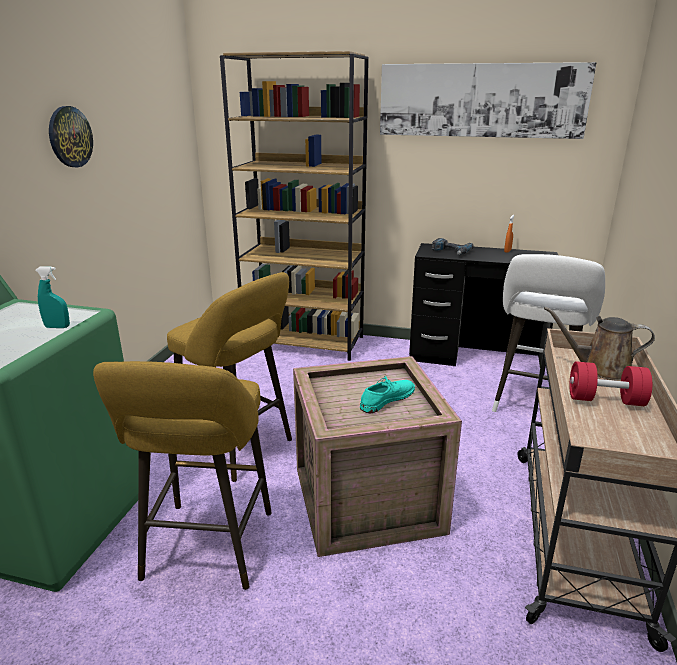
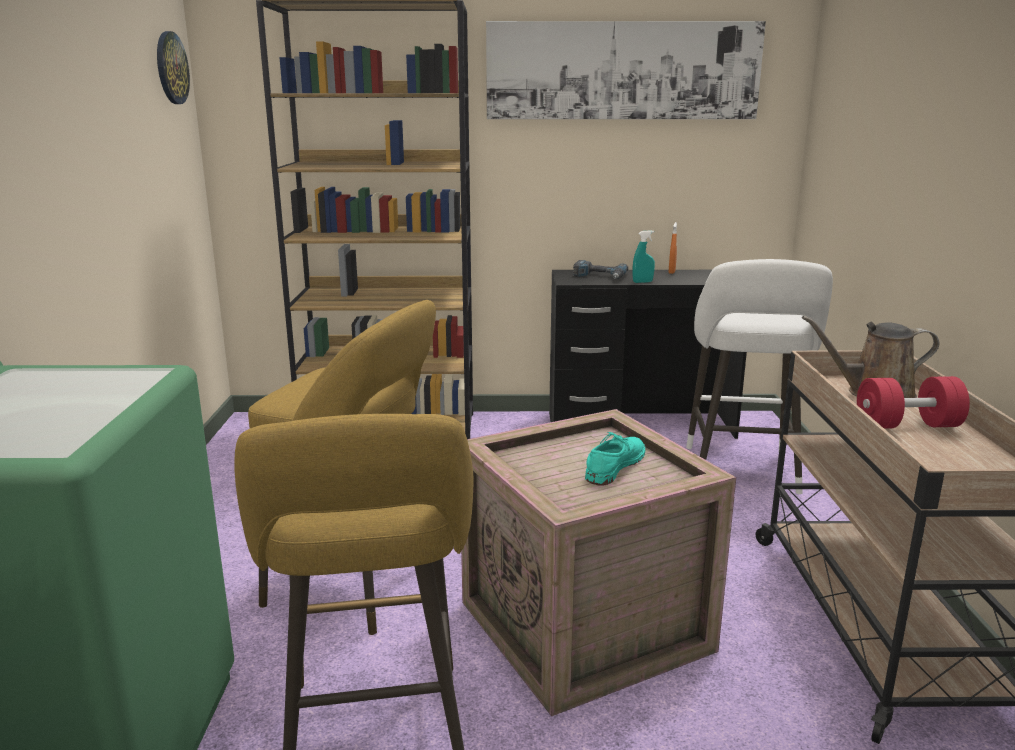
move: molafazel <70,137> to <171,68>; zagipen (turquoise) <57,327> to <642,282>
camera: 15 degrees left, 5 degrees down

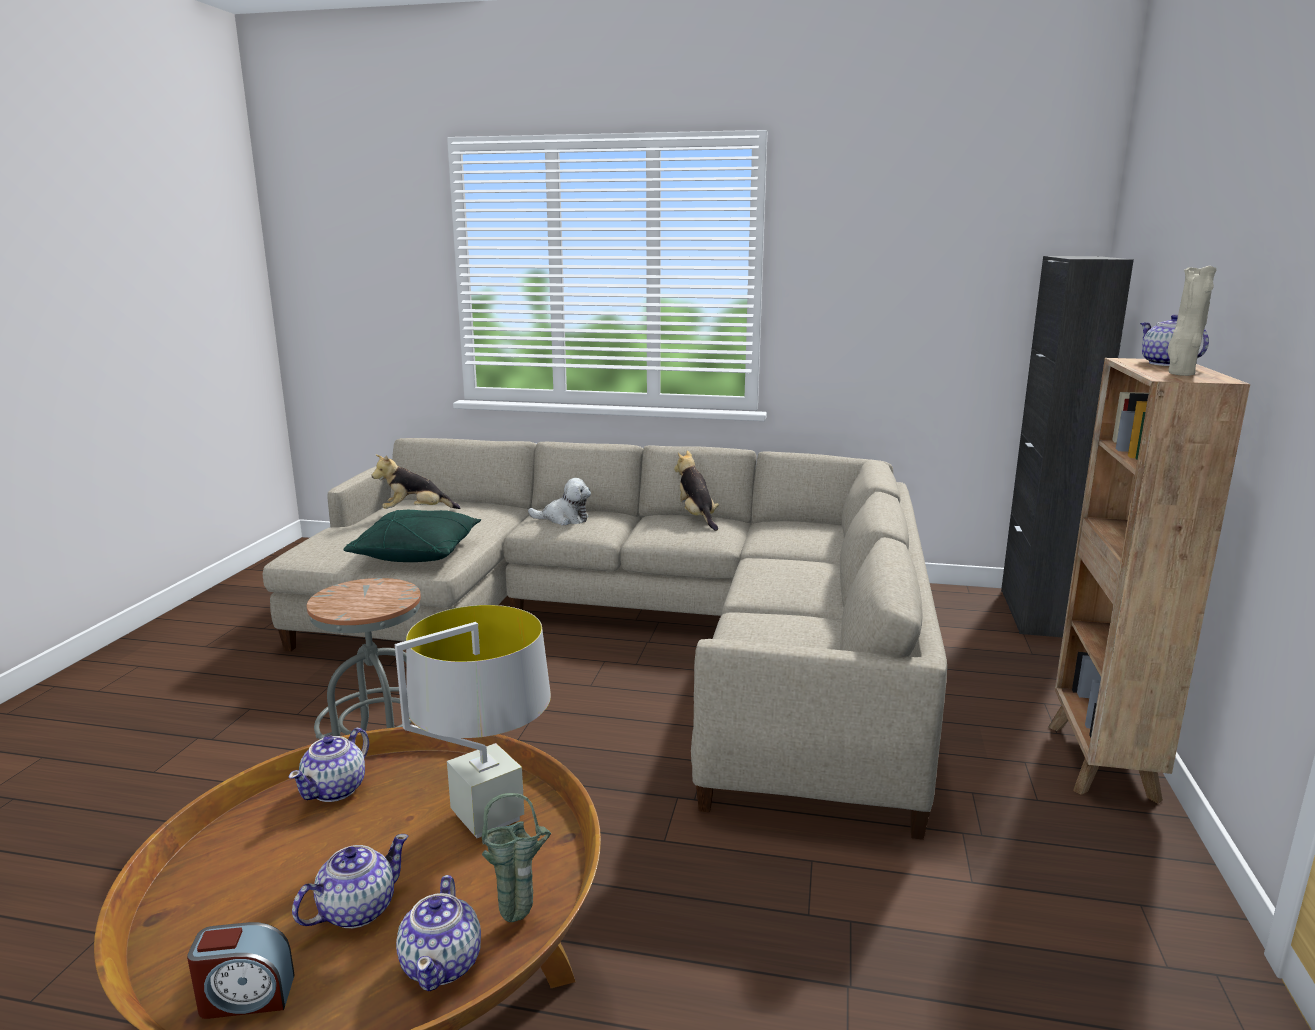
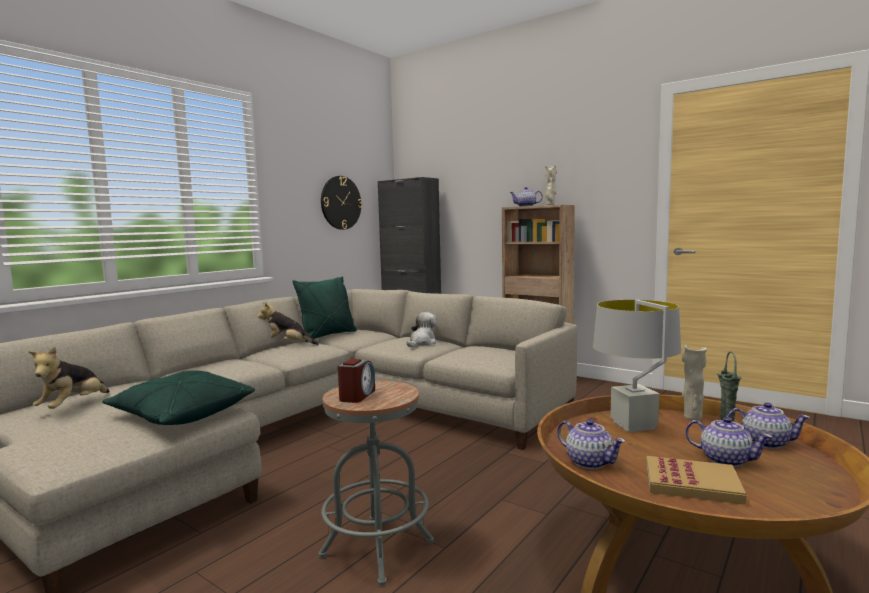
insert: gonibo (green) <327,335>; molafazel <340,203>; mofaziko <692,483>; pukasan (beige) <692,417>
move: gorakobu <246,997> to <357,396>; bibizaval <564,519> to <422,343>
rotate: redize <356,910> = <725,460> 150 degrees clockwise
camera: 65 degrees left, 10 degrees down

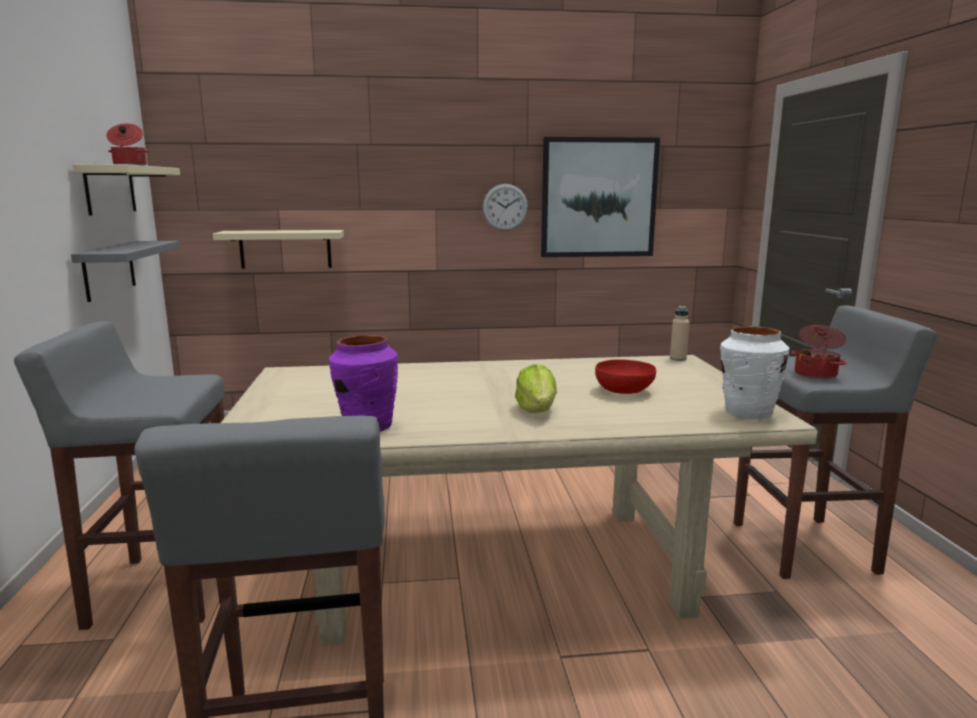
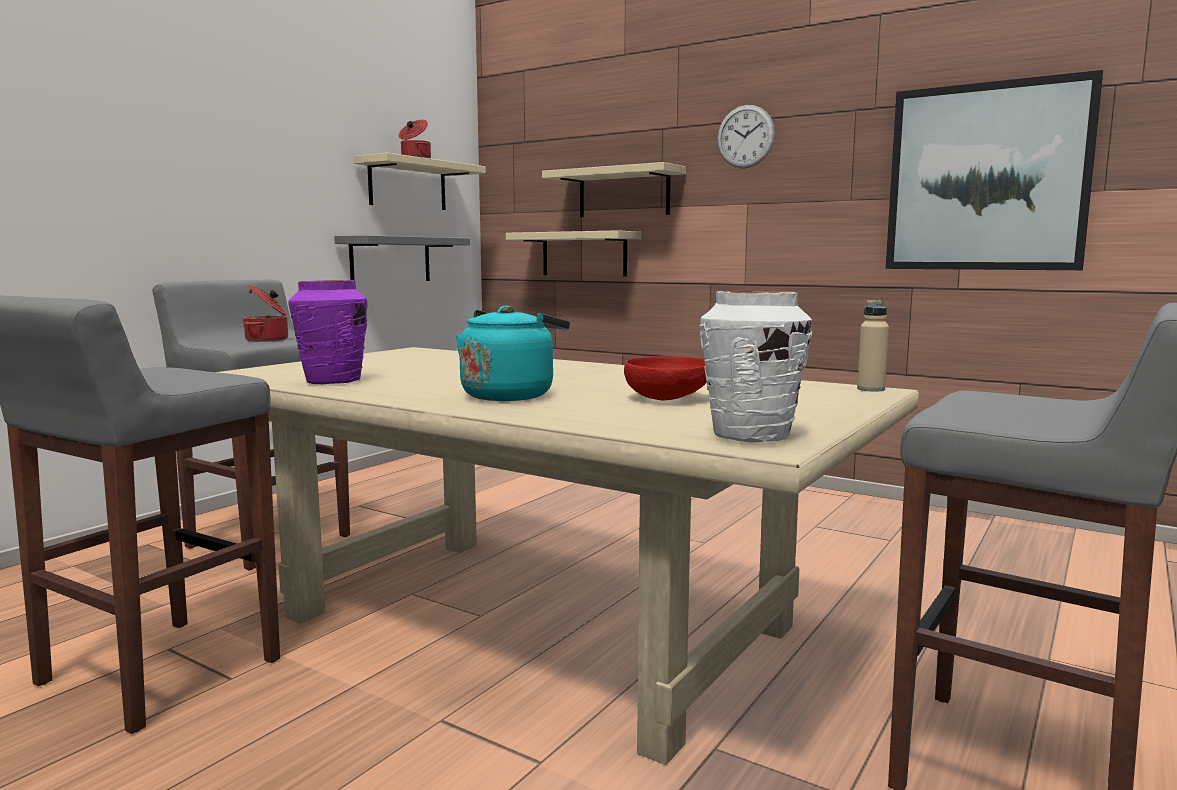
insert: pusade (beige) <623,193>
move: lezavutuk <816,374> to <268,340>; molafazel <505,207> to <745,136>
replace: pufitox <537,410> to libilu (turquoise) <510,395>
camera: 40 degrees right, 5 degrees down

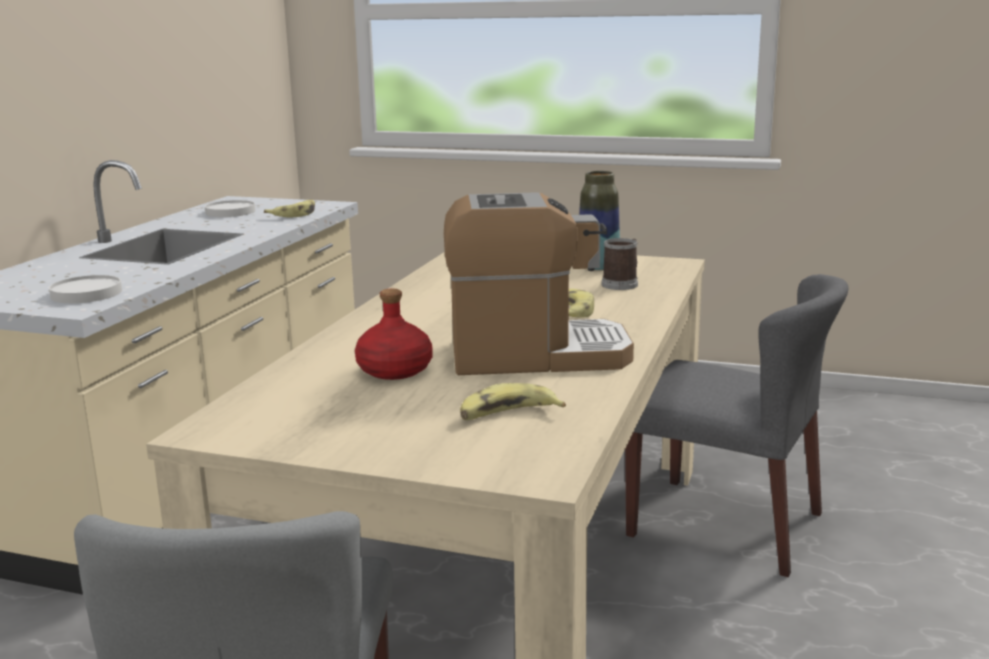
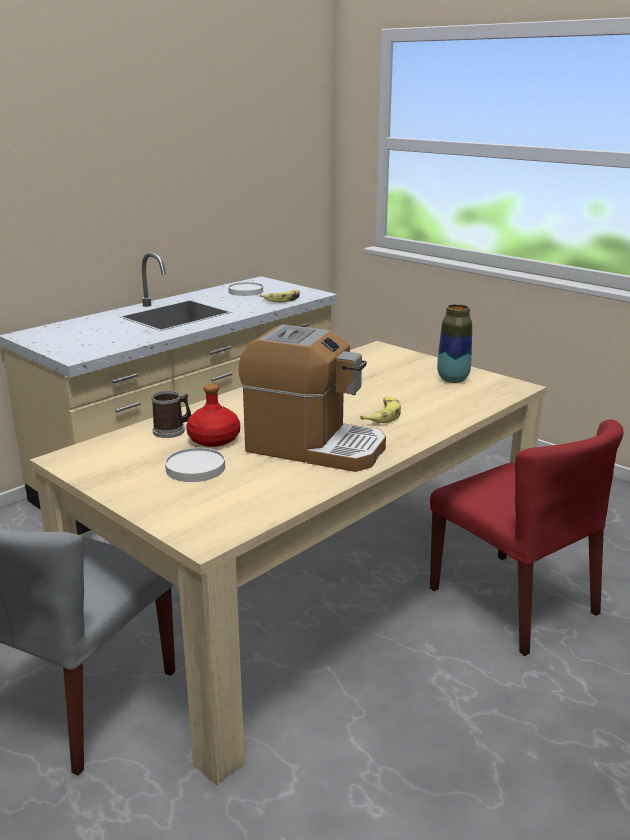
delete: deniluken <508,415>
move: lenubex <622,284> to <172,431>; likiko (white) <87,293> to <196,468>
recolor: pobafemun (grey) <727,524> to pobafemun (red) <513,601>
camera: 25 degrees right, 5 degrees up

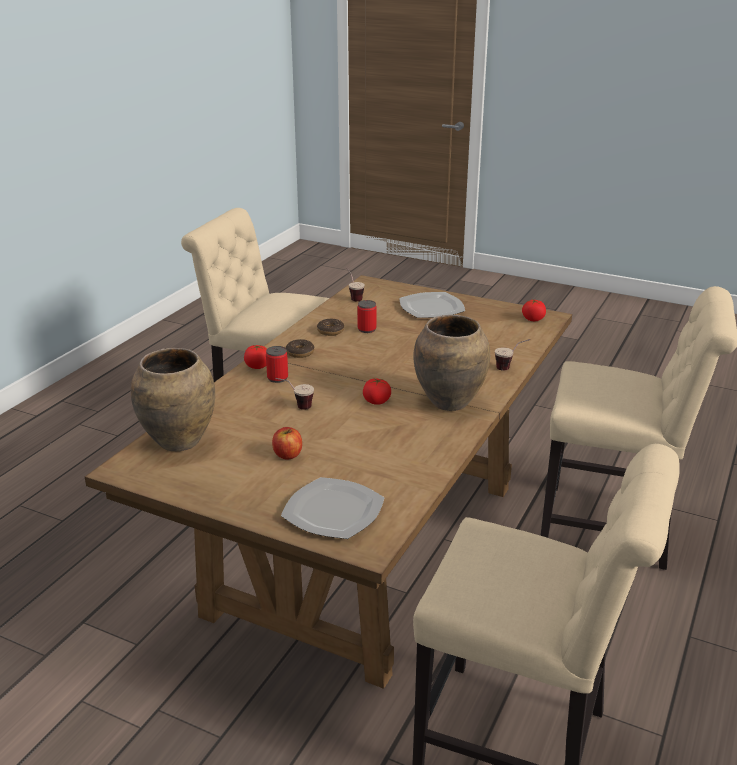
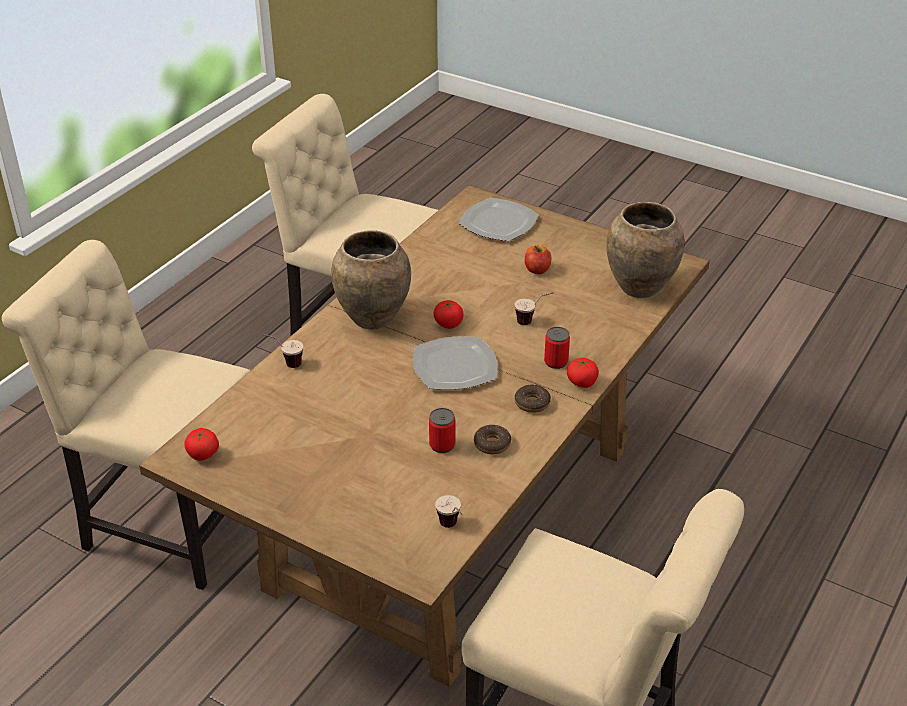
move: likiko <430,308> to <456,366>
camera: 175 degrees left, 10 degrees up

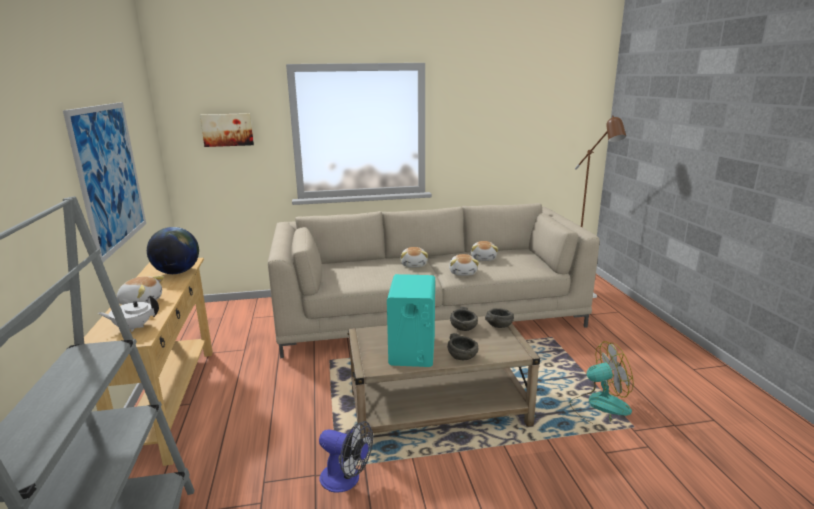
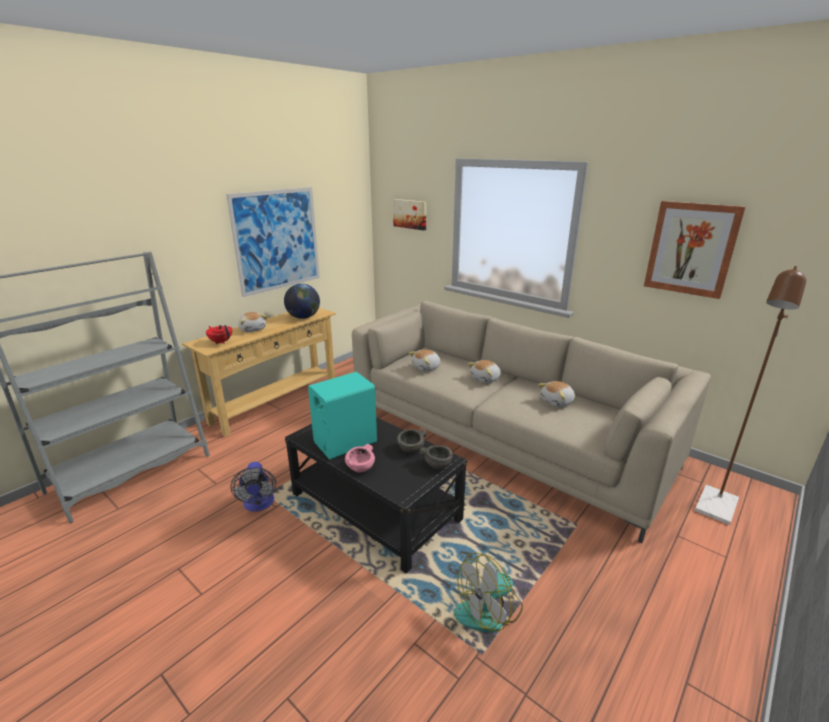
insert: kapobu <691,249>
move: bibizaval <463,273> to <426,368>
recolor: redize (white) <133,327> to redize (red) <221,342>; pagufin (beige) <438,408> to pagufin (black) <375,506>; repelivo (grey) <462,356> to repelivo (pink) <361,468>
rotate: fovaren <599,406> = <489,611> 105 degrees clockwise
camera: 50 degrees right, 5 degrees up

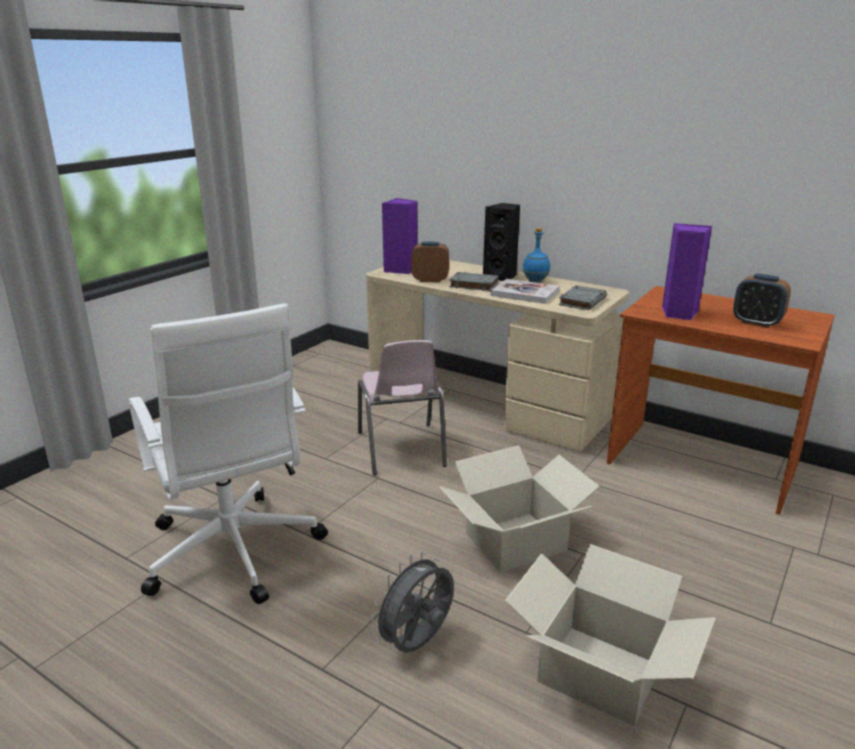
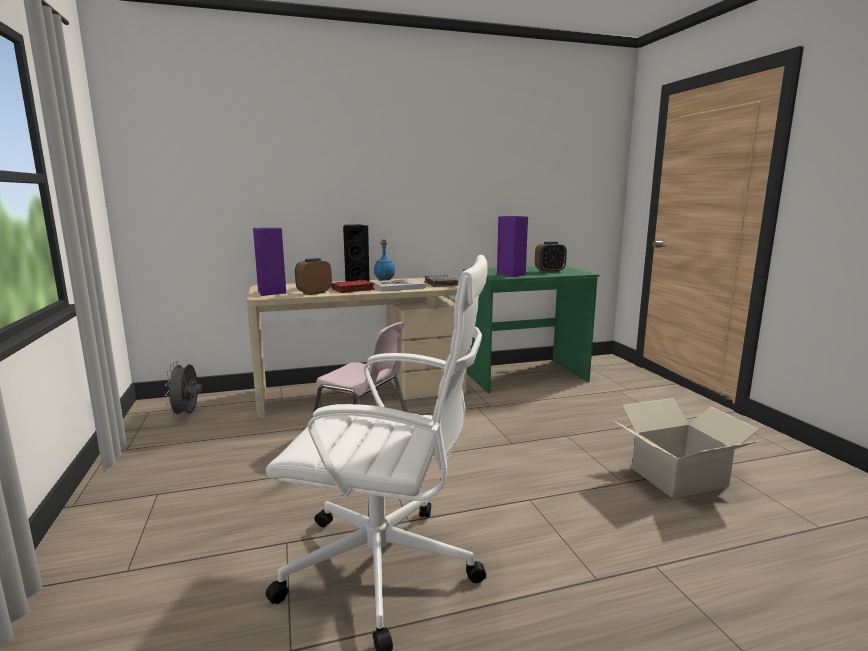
delete: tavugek <516,542>
move: fovaren (grey) <417,644> to <187,415>
recolor: mofaziko (grey) <473,285> to mofaziko (red) <352,289>; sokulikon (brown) <701,465> to sokulikon (green) <524,376>
camera: 50 degrees left, 10 degrees down

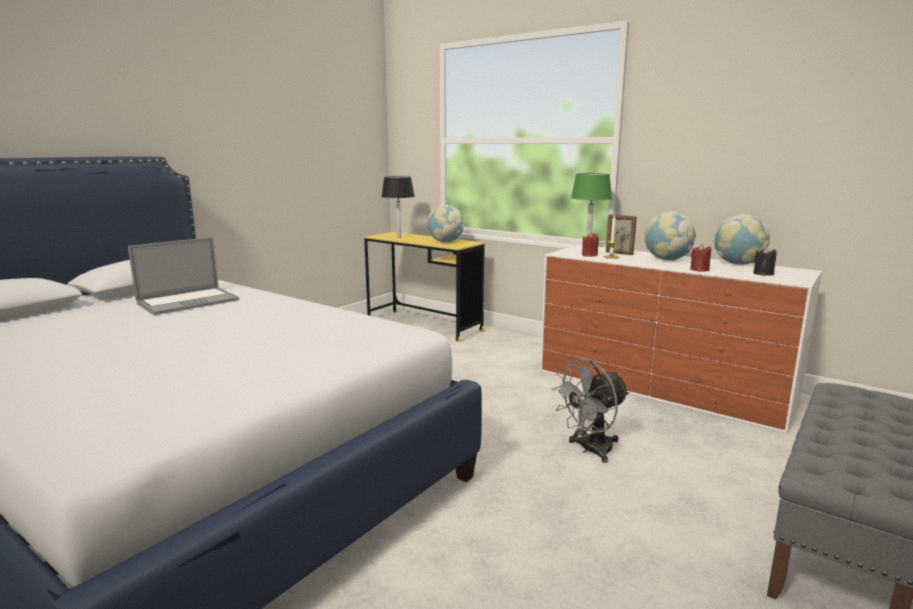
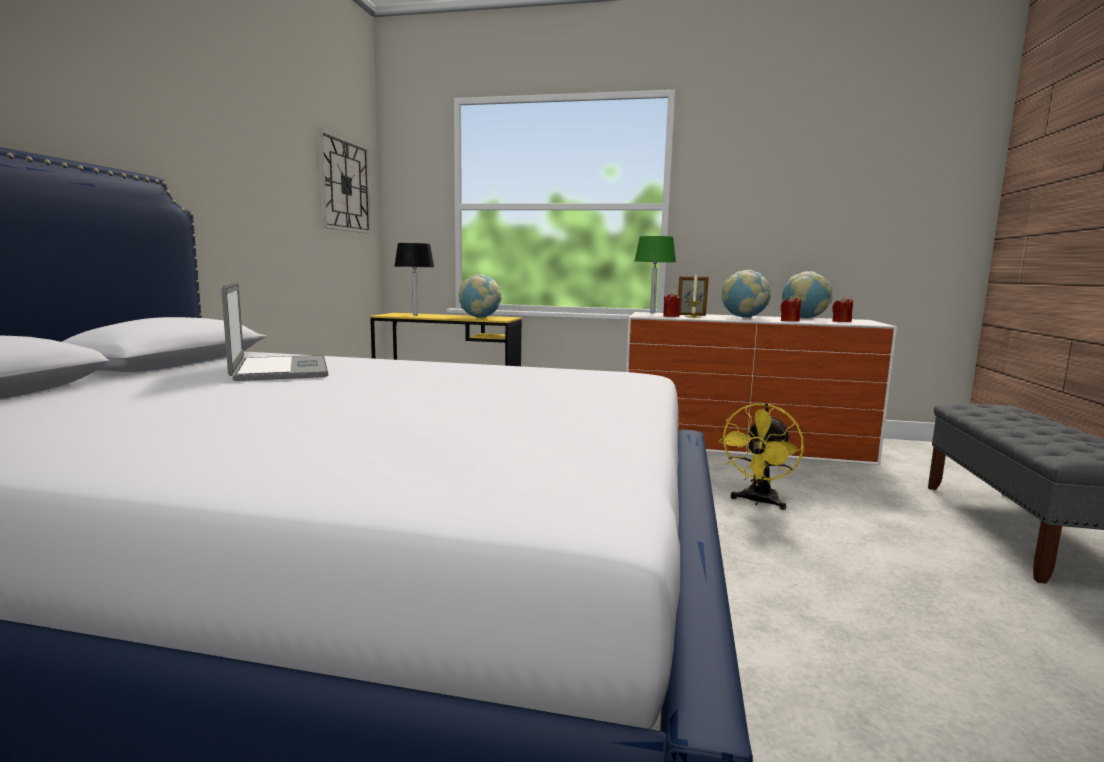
insert: molafazel <344,185>
recolor: fovaren (grey) <590,450> to fovaren (yellow) <758,502>; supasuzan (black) <763,274> to supasuzan (red) <841,321>
rotate: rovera <188,302> = <281,369> 45 degrees counterclockwise
camera: 25 degrees left, 5 degrees down

